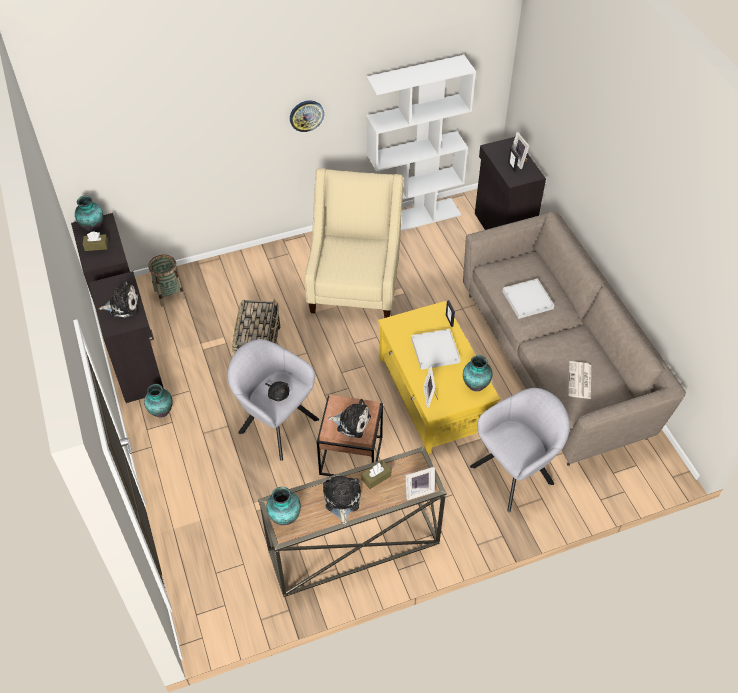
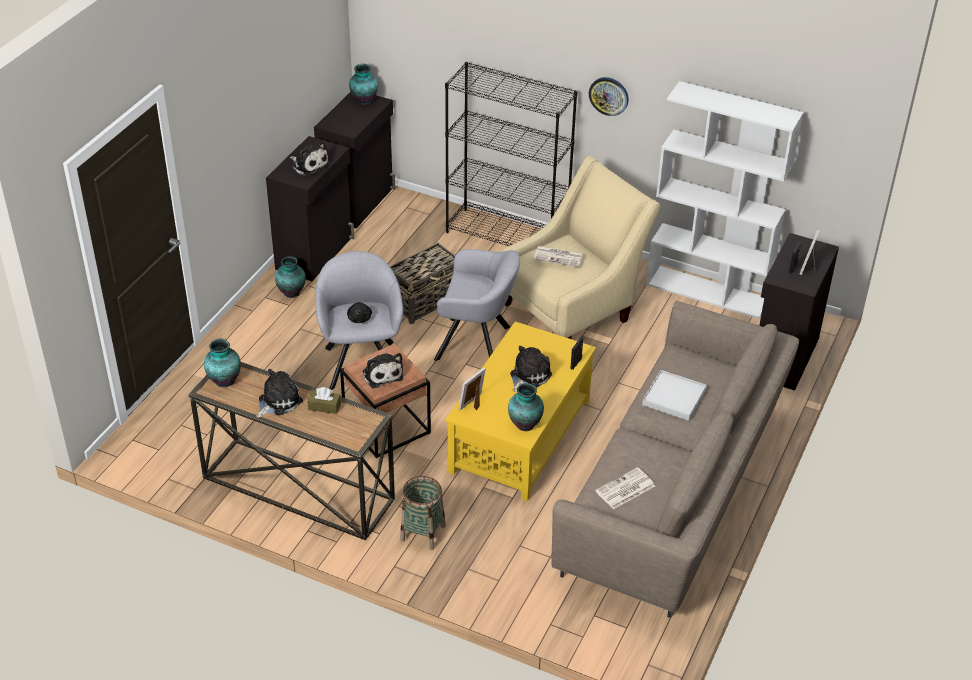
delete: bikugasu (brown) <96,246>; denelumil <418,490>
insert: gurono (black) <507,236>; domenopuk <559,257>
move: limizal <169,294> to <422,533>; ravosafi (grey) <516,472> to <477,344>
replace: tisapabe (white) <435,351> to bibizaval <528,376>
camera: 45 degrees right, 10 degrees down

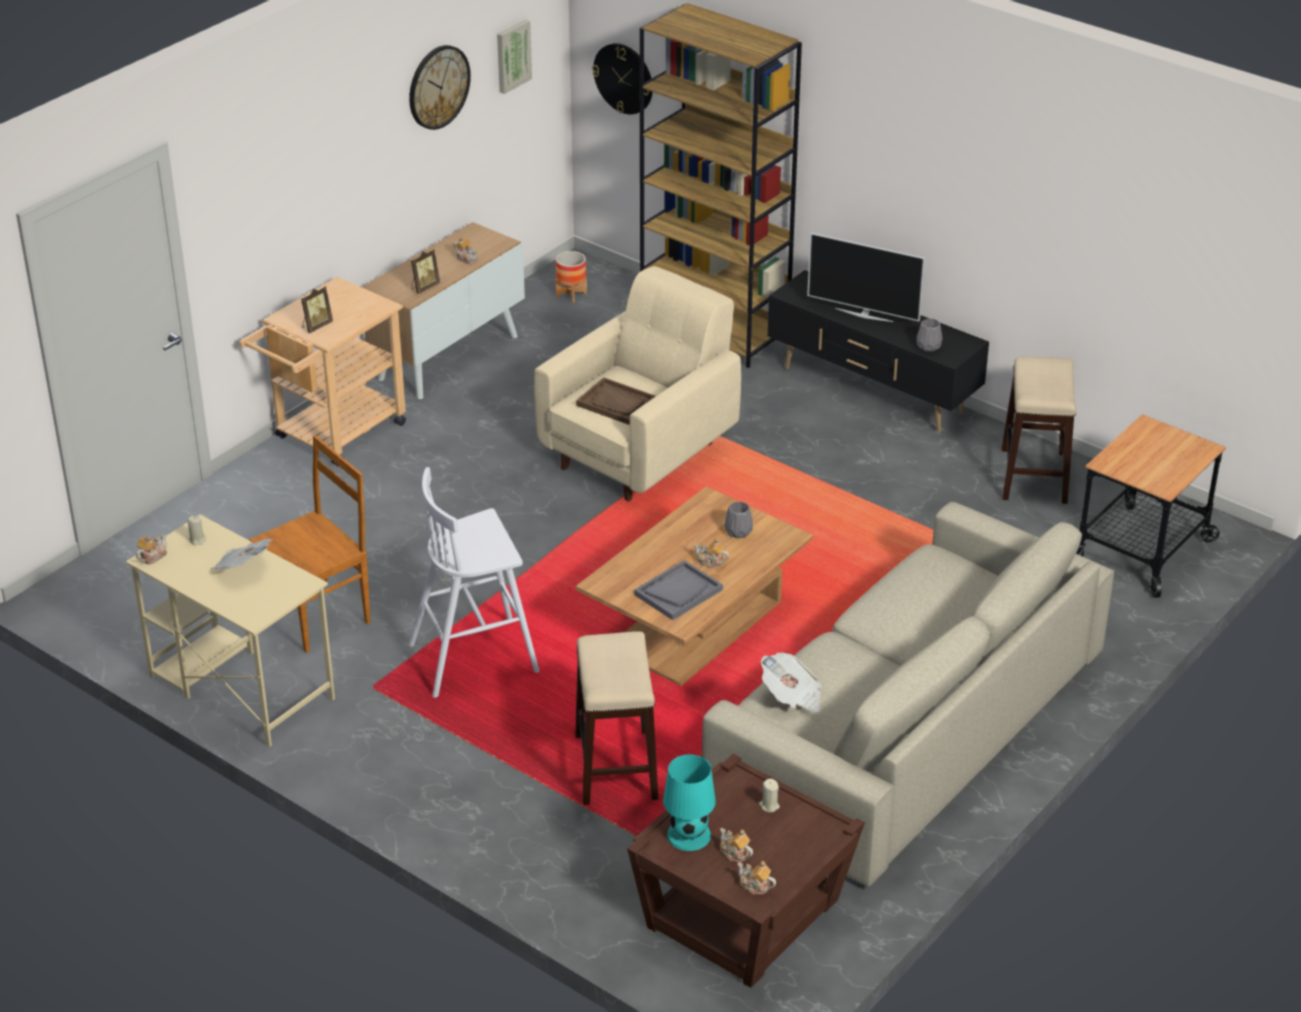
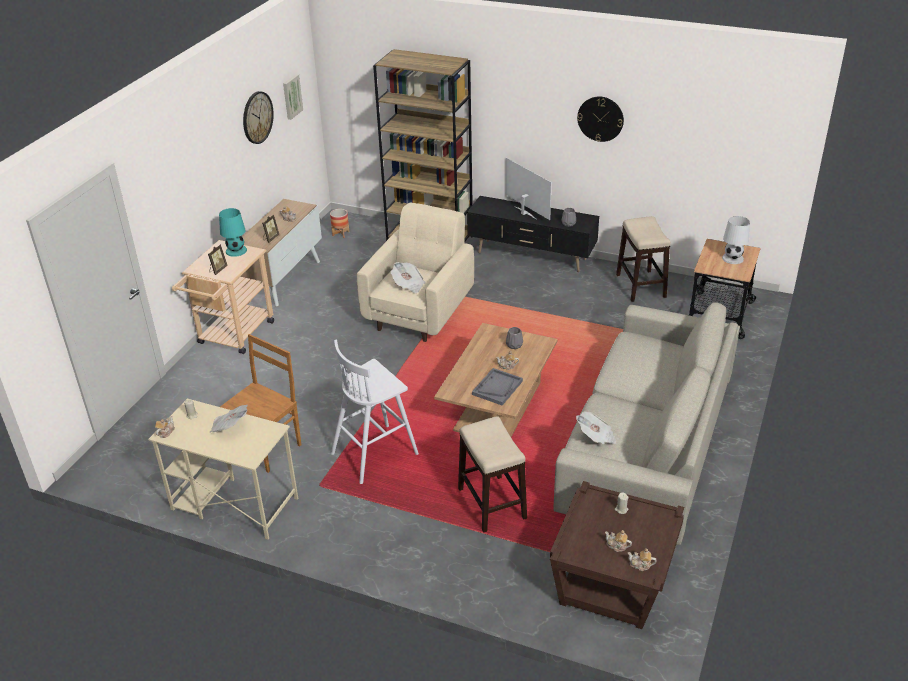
insert: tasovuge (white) <732,258>
move: tasovuge (turquoise) <688,835> to <236,251>; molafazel <623,78> to <600,118>
replace: tisapabe (brown) <616,403> to domenopuk <408,285>
rotate: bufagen <864,314> = <524,213> 135 degrees counterclockwise
camera: 15 degrees left, 0 degrees up

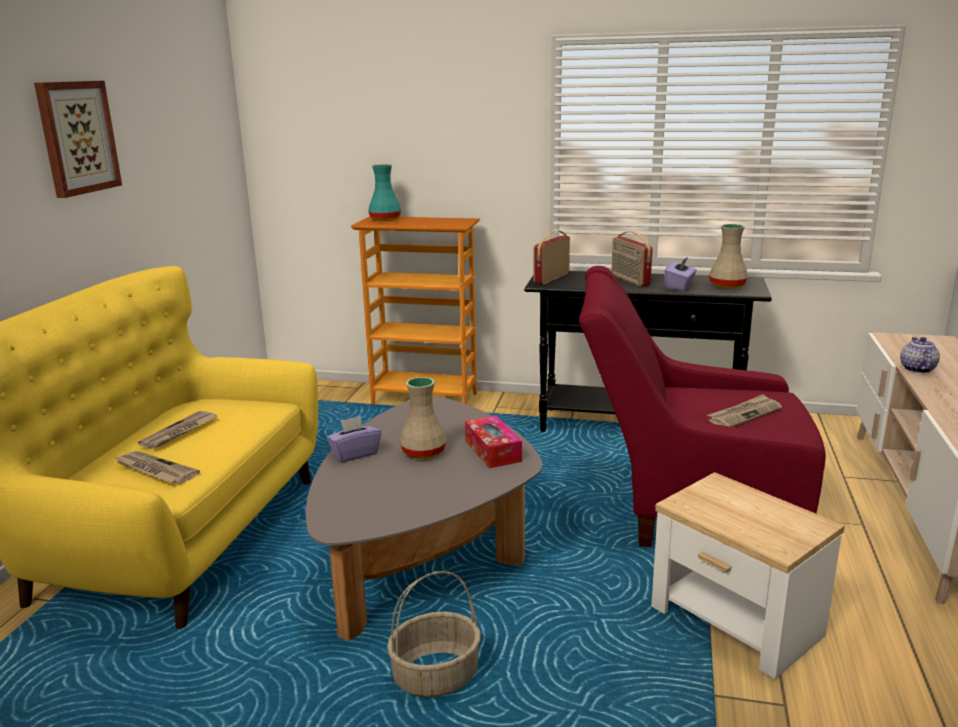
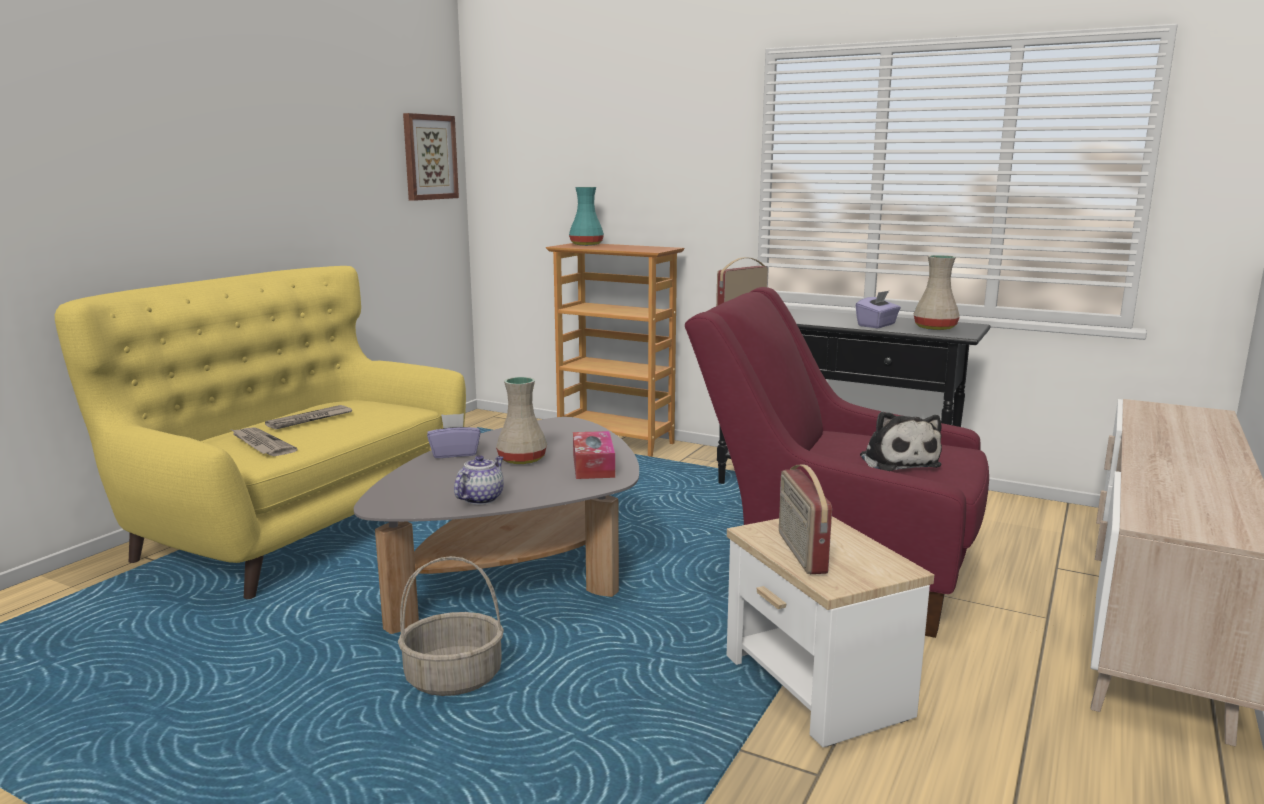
move: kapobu <77,137> to <429,157>; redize <916,369> to <481,498>; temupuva <629,280> to <800,553>
replace: domenopuk <744,414> to bibizaval <897,461>
camera: 15 degrees right, 5 degrees down

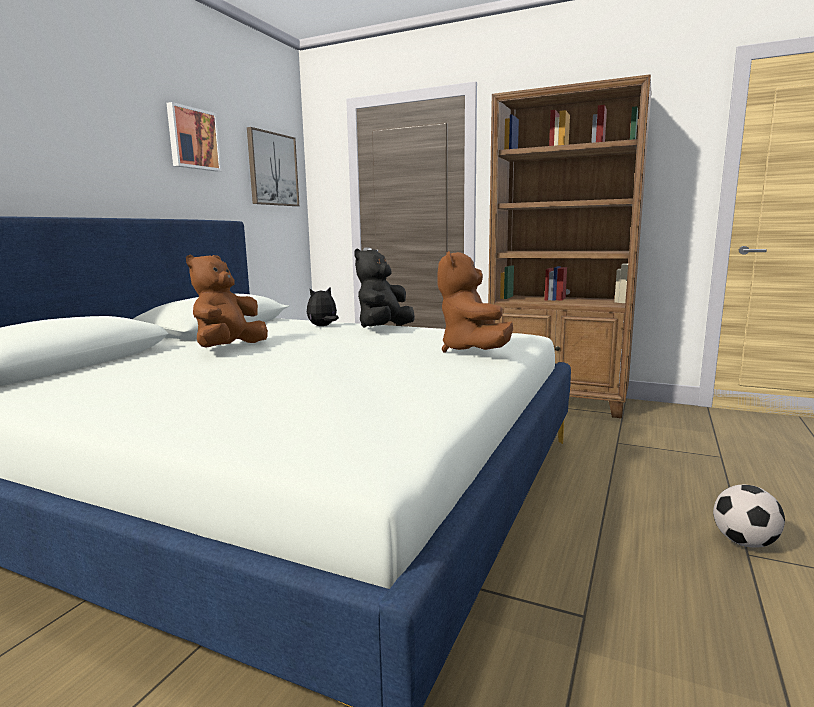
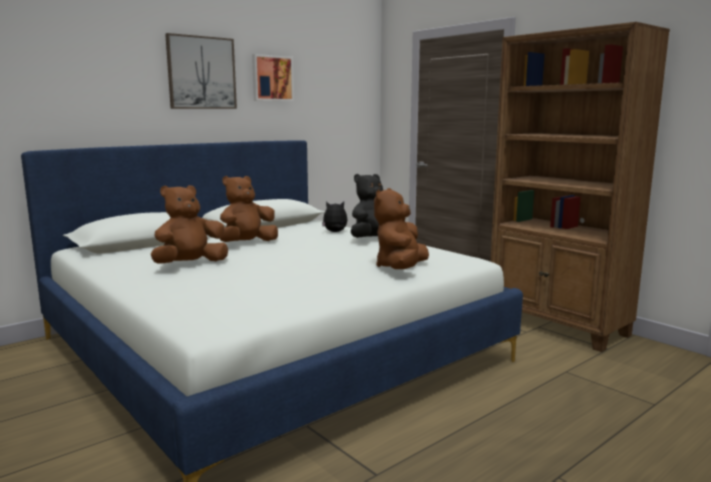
delete: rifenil <744,542>
insert: bibizaval (brown) <190,264>
move: kapobu <272,169> to <201,73>
camera: 25 degrees right, 0 degrees up

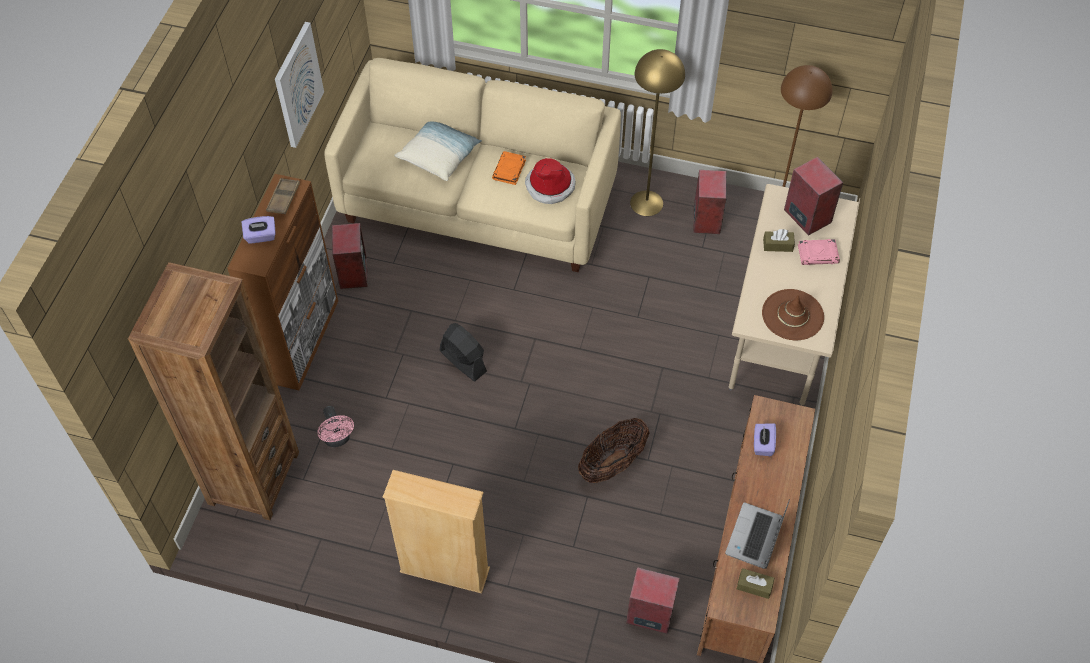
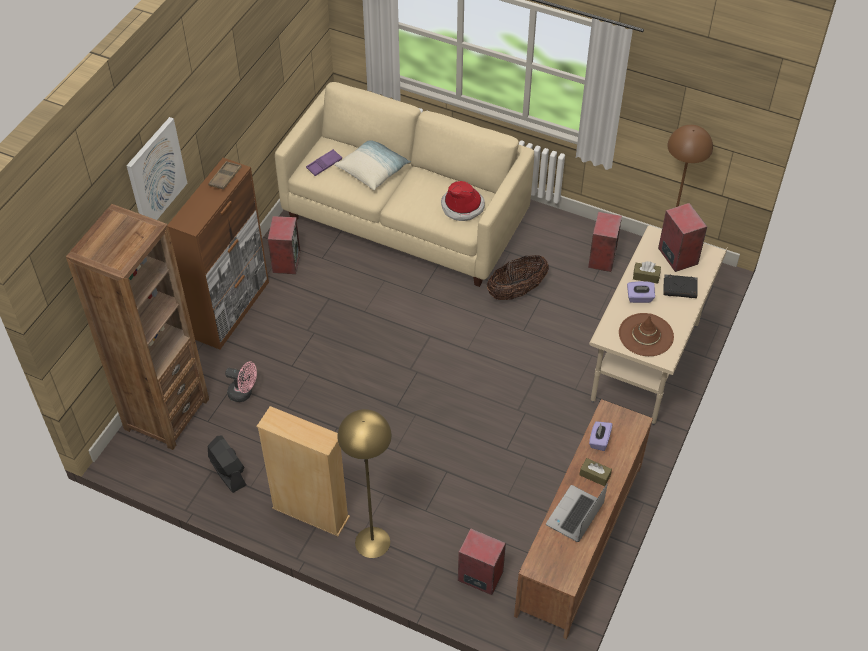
delete: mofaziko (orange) <509,170>
insert: tisapabe (purple) <324,165>
move: kapobu <297,85> to <156,174>; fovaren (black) <463,361> to <228,472>; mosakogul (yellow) <646,203> to <372,542>; limizal <612,463> to <516,291>; bikugasu (brown) <754,586> to <595,475>; bikugasu (purple) <261,236> to <639,298>
recolor: mofaziko (pink) <818,254> to mofaziko (black) <680,288>
rotate: fovaren (pink) <338,439> = <244,393> 60 degrees counterclockwise
camera: 10 degrees right, 5 degrees down

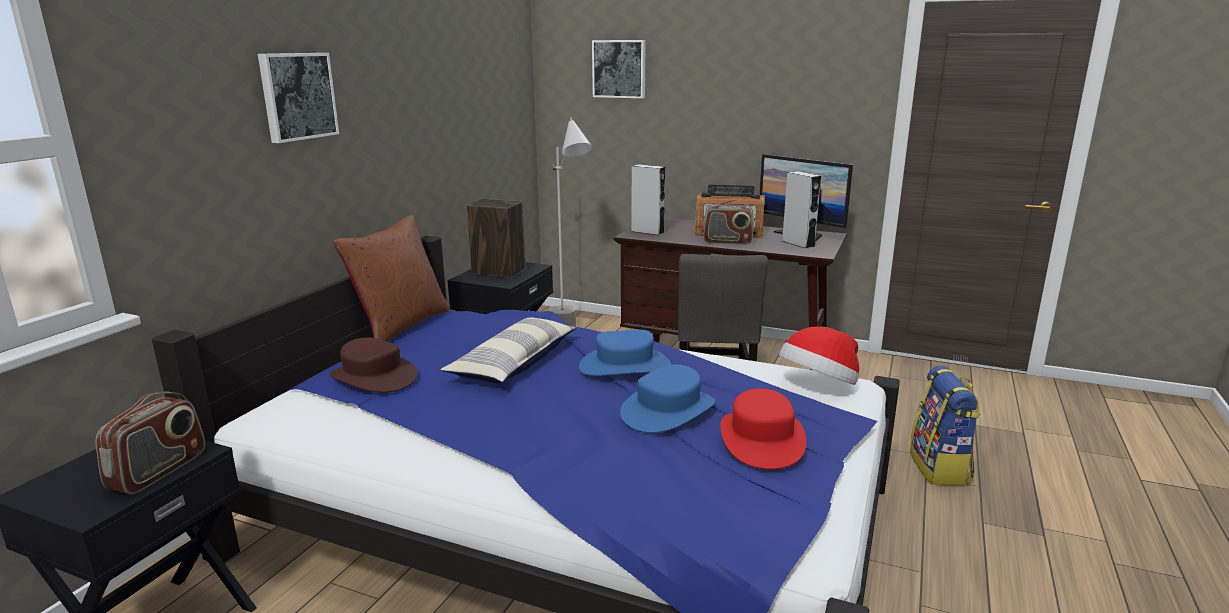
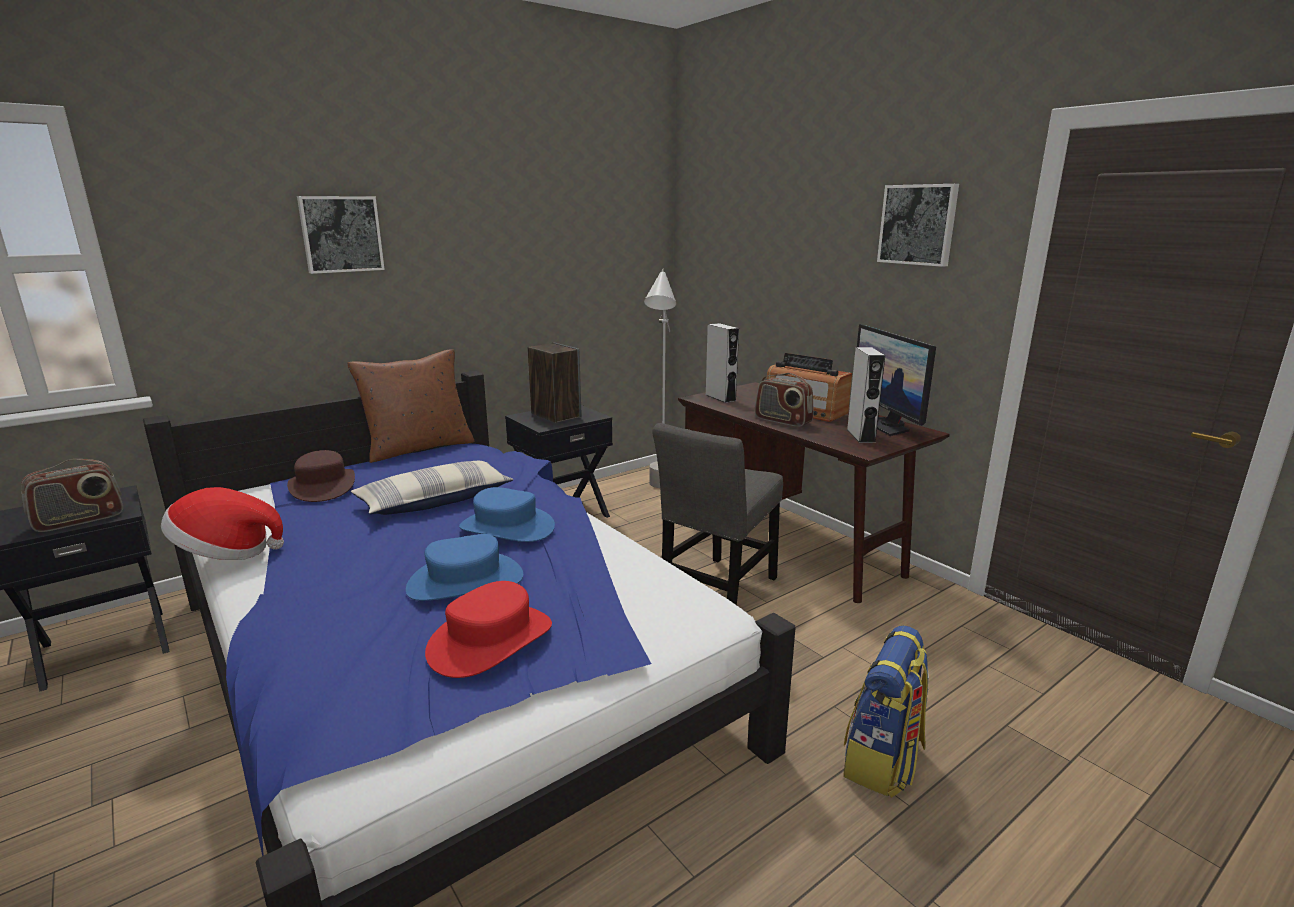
move: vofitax <819,385> to <226,553>; kapobu <619,69> to <918,224>
camera: 30 degrees right, 0 degrees up

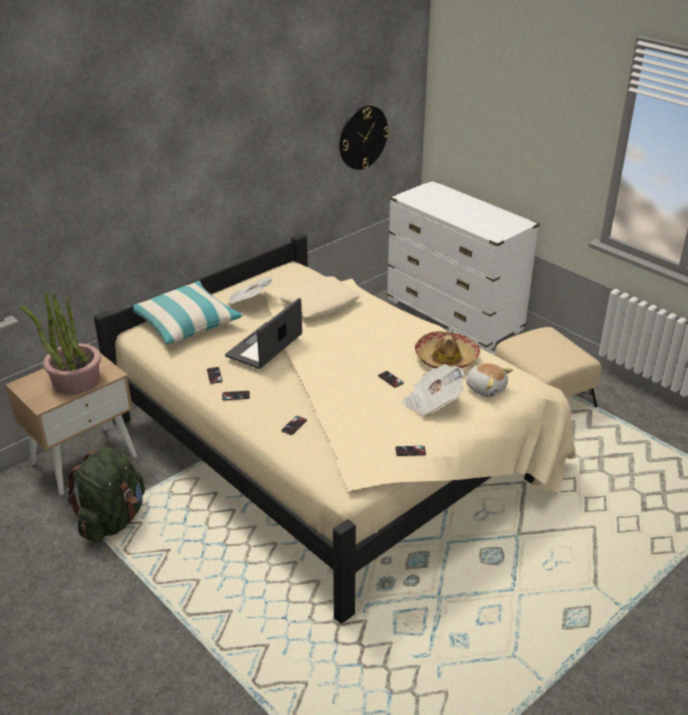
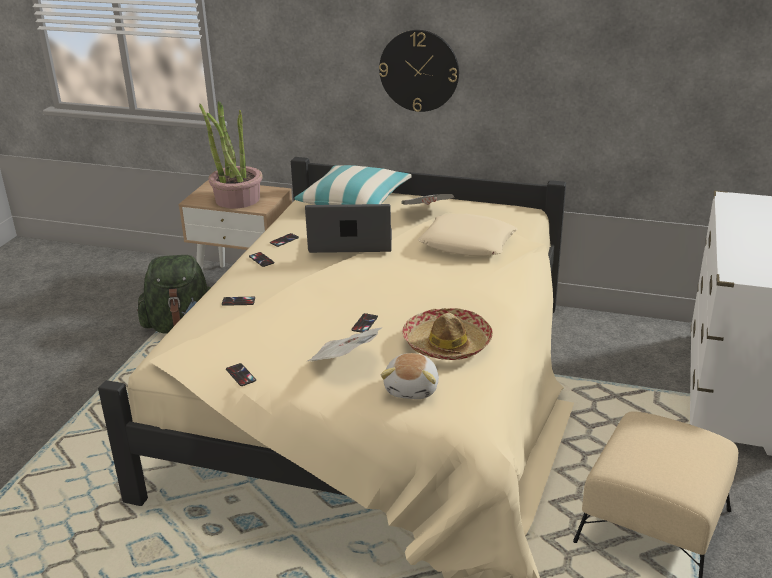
move: molafazel <363,137> to <419,71>
camera: 60 degrees right, 5 degrees down

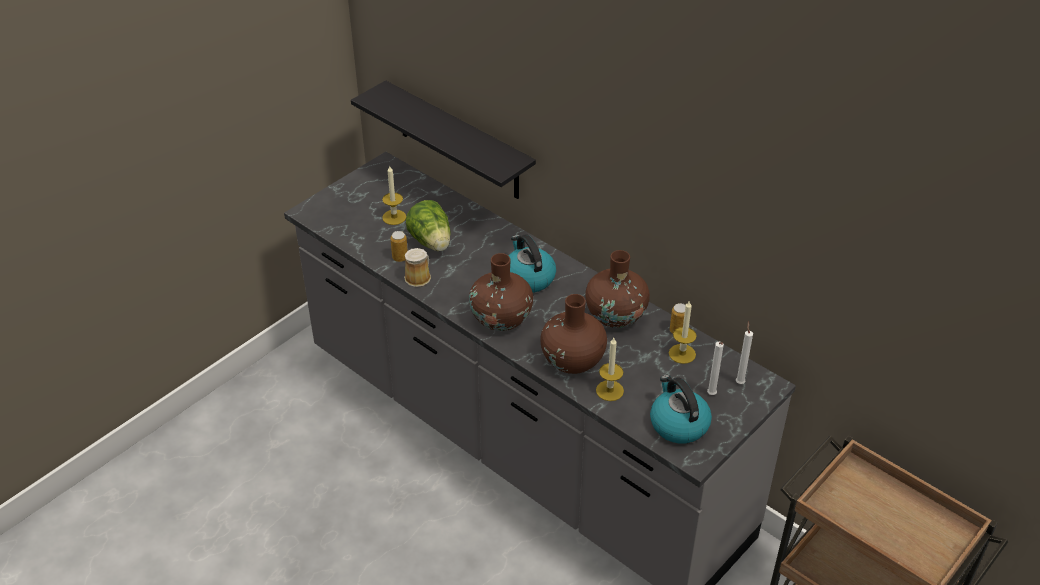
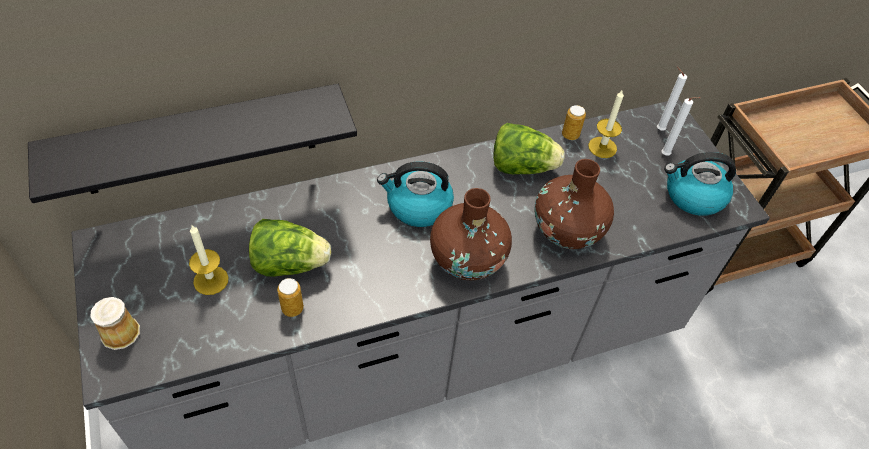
delete: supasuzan <609,390>
move: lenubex <419,277> to <120,331>
replace: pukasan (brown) <615,315> to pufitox <522,167>
camera: 65 degrees left, 10 degrees up

